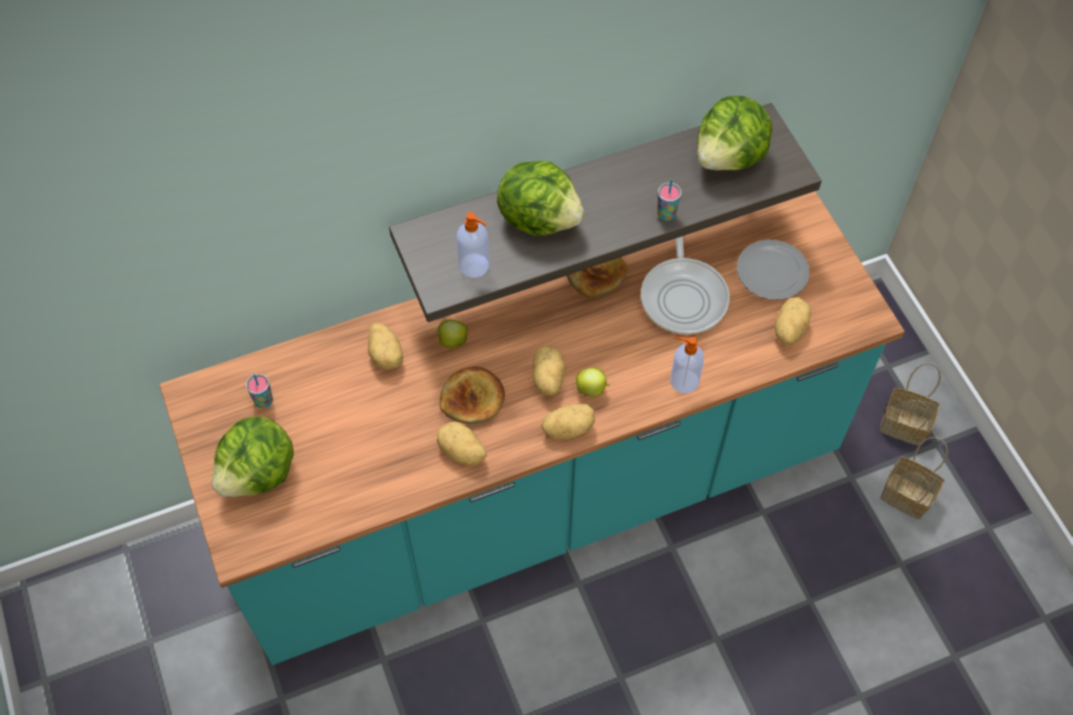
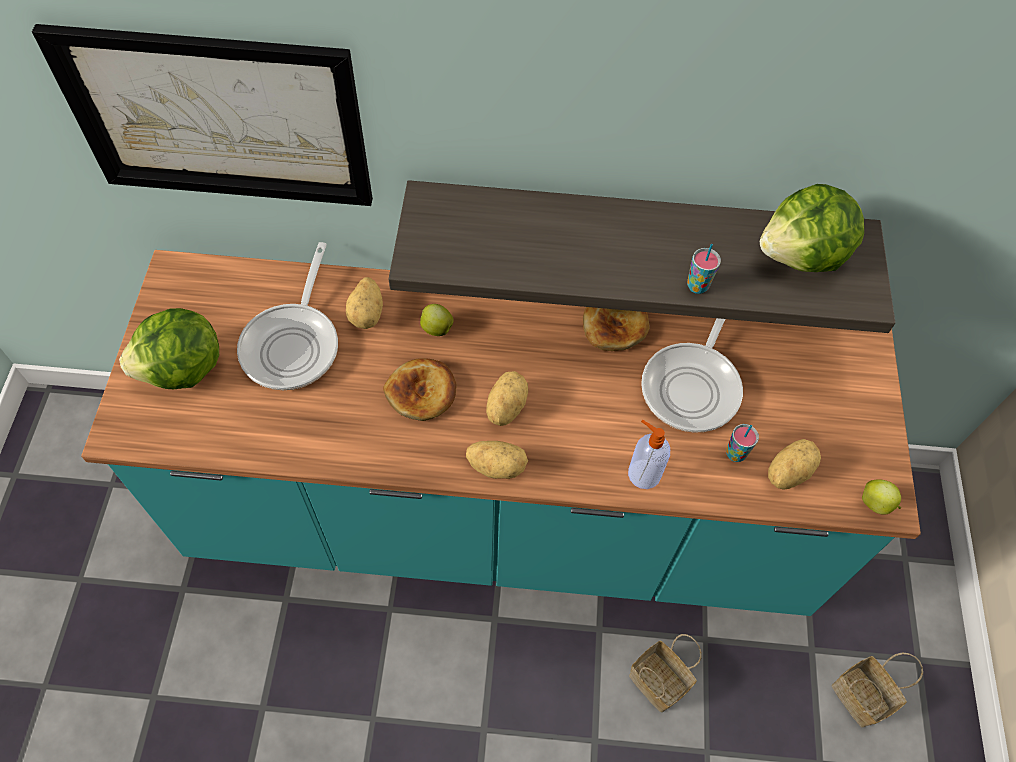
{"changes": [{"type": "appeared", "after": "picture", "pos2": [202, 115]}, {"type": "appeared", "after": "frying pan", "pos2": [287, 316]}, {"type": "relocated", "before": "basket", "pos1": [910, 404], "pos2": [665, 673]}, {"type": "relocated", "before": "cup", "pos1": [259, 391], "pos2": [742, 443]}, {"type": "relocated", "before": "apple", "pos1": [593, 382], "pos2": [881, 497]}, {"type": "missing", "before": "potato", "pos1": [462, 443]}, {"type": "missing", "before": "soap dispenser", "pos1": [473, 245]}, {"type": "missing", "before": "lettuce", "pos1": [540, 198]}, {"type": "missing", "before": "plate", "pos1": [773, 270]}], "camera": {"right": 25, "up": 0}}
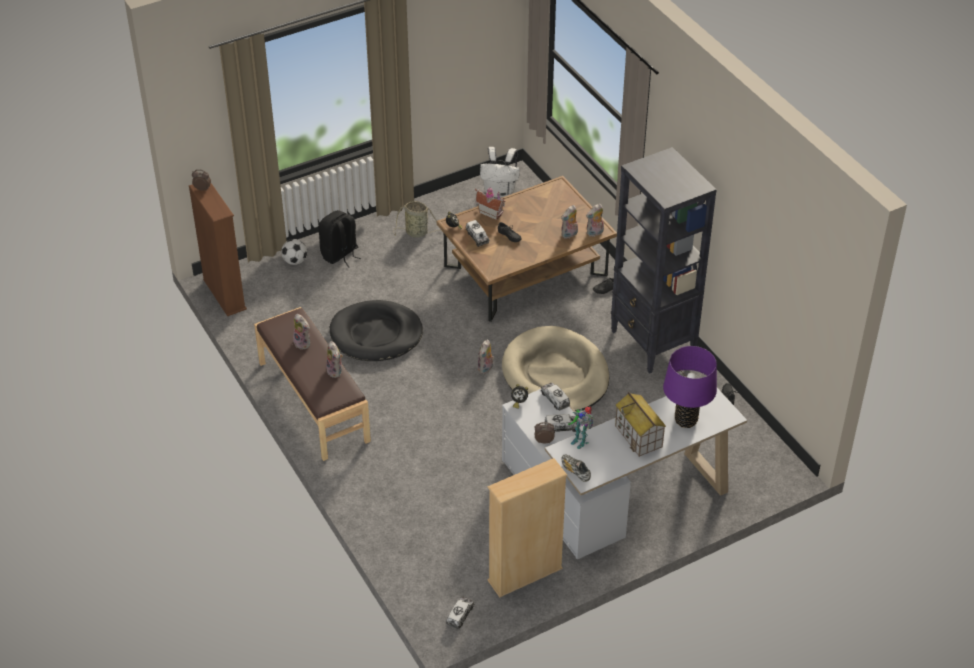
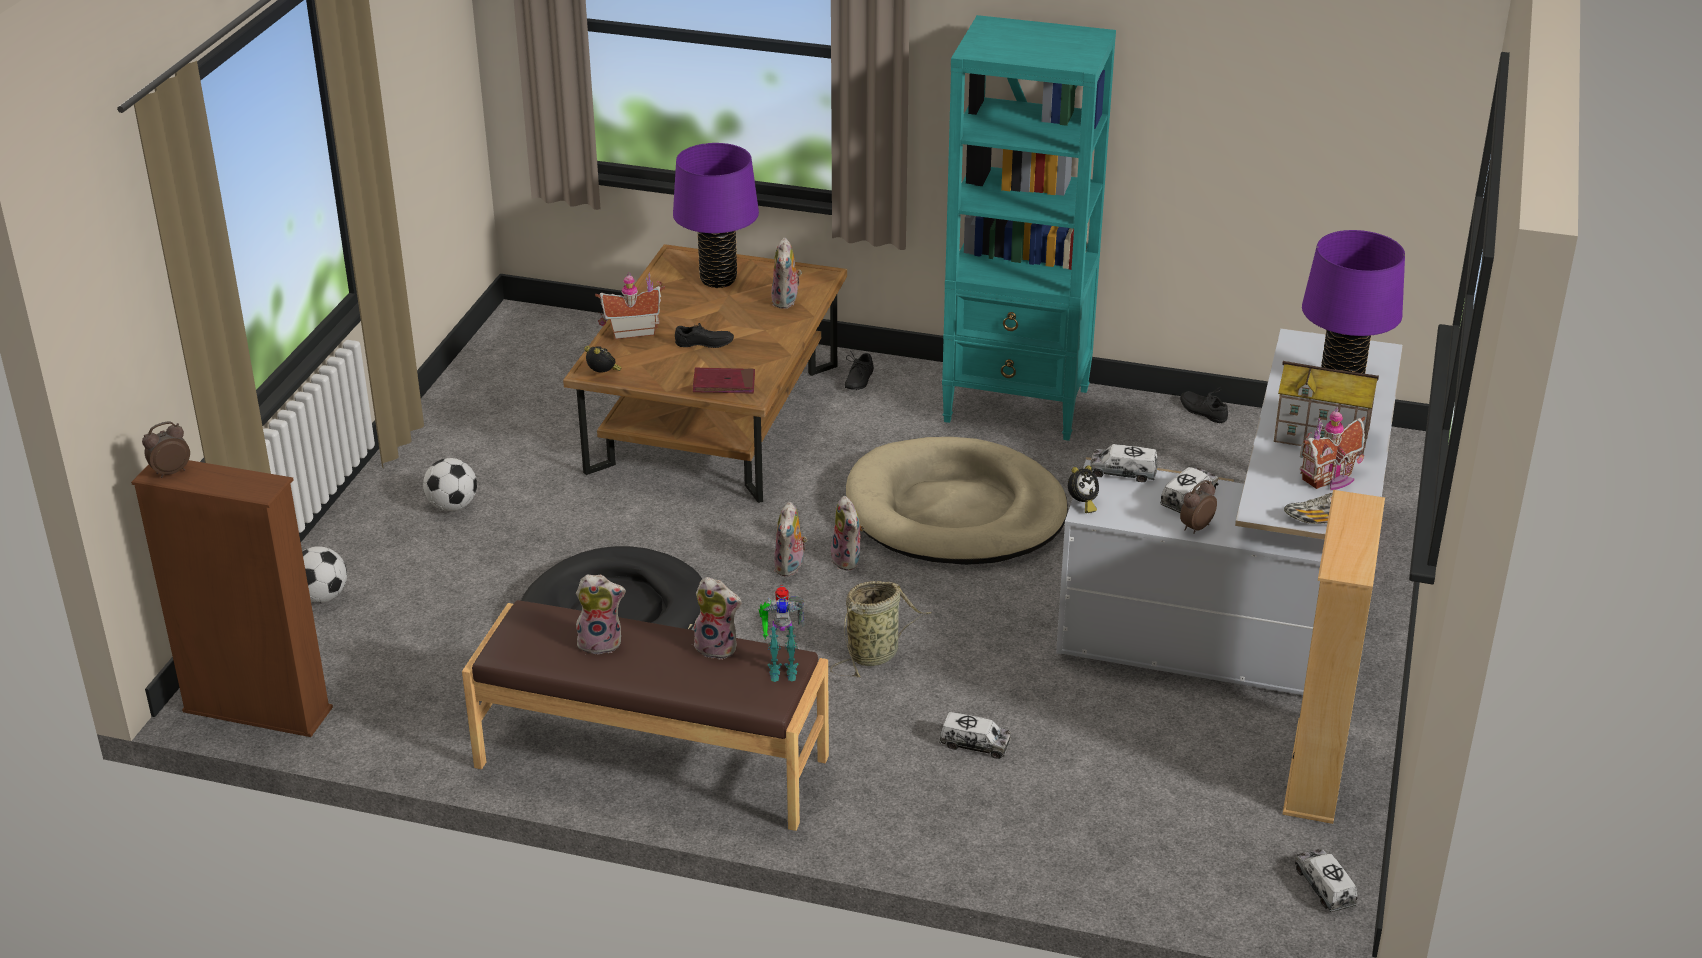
{"changes": [{"type": "appeared", "after": "football", "pos2": [450, 484]}, {"type": "appeared", "after": "purple table lamp", "pos2": [716, 215]}, {"type": "appeared", "after": "red book", "pos2": [724, 381]}, {"type": "relocated", "before": "toy robot", "pos1": [581, 427], "pos2": [781, 633]}, {"type": "relocated", "before": "plush toy", "pos1": [595, 220], "pos2": [790, 539]}, {"type": "relocated", "before": "basket", "pos1": [416, 219], "pos2": [881, 629]}, {"type": "relocated", "before": "toy truck", "pos1": [478, 233], "pos2": [975, 735]}, {"type": "colour", "before": "black bookcase", "after": "turquoise bookcase", "pos1": [664, 260], "pos2": [1029, 228]}, {"type": "appeared", "after": "toy house", "pos2": [1332, 448]}, {"type": "missing", "before": "black backpack", "pos1": [340, 239]}, {"type": "missing", "before": "white backpack", "pos1": [500, 172]}], "camera": {"right": -45, "up": -10}}
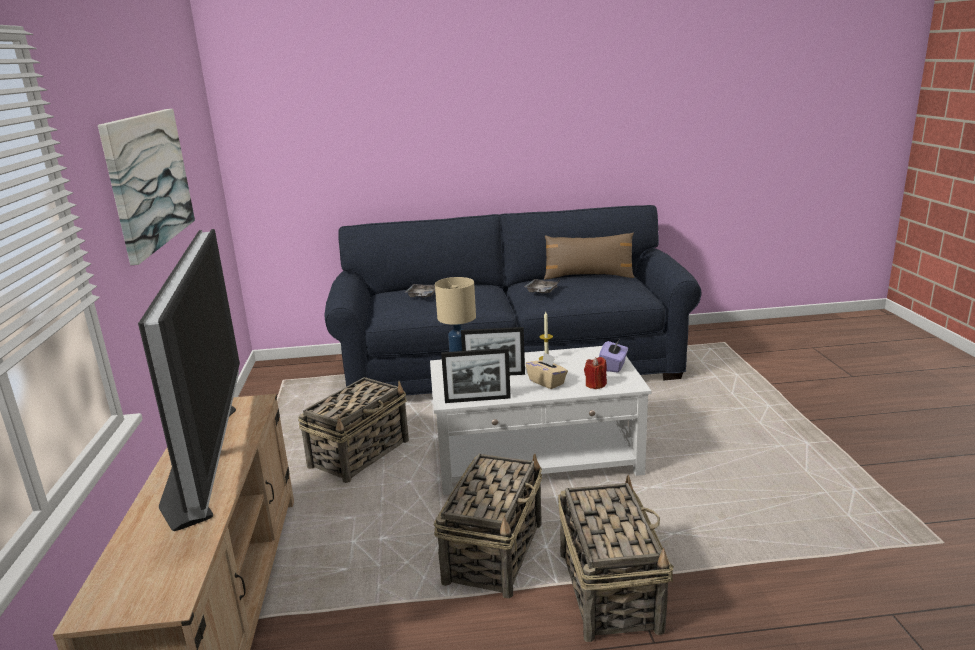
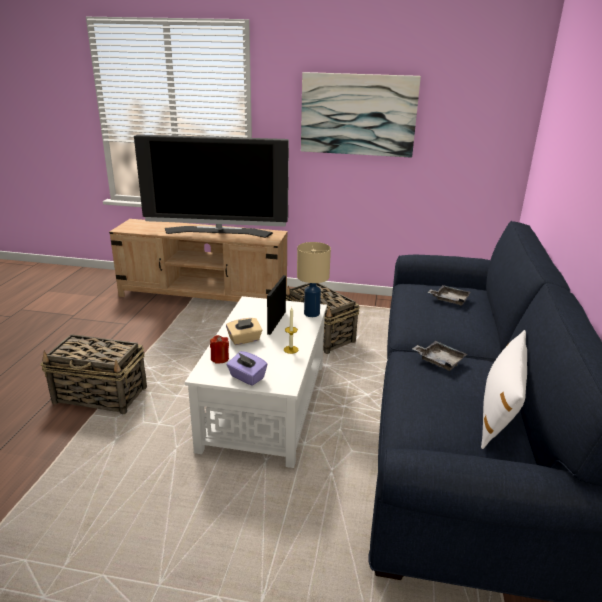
{"changes": [{"type": "colour", "before": "brown pillow", "after": "white pillow", "pos1": [589, 256], "pos2": [504, 389]}, {"type": "missing", "before": "basket", "pos1": [488, 526]}, {"type": "missing", "before": "picture frame", "pos1": [476, 375]}], "camera": {"right": 105, "up": 5}}
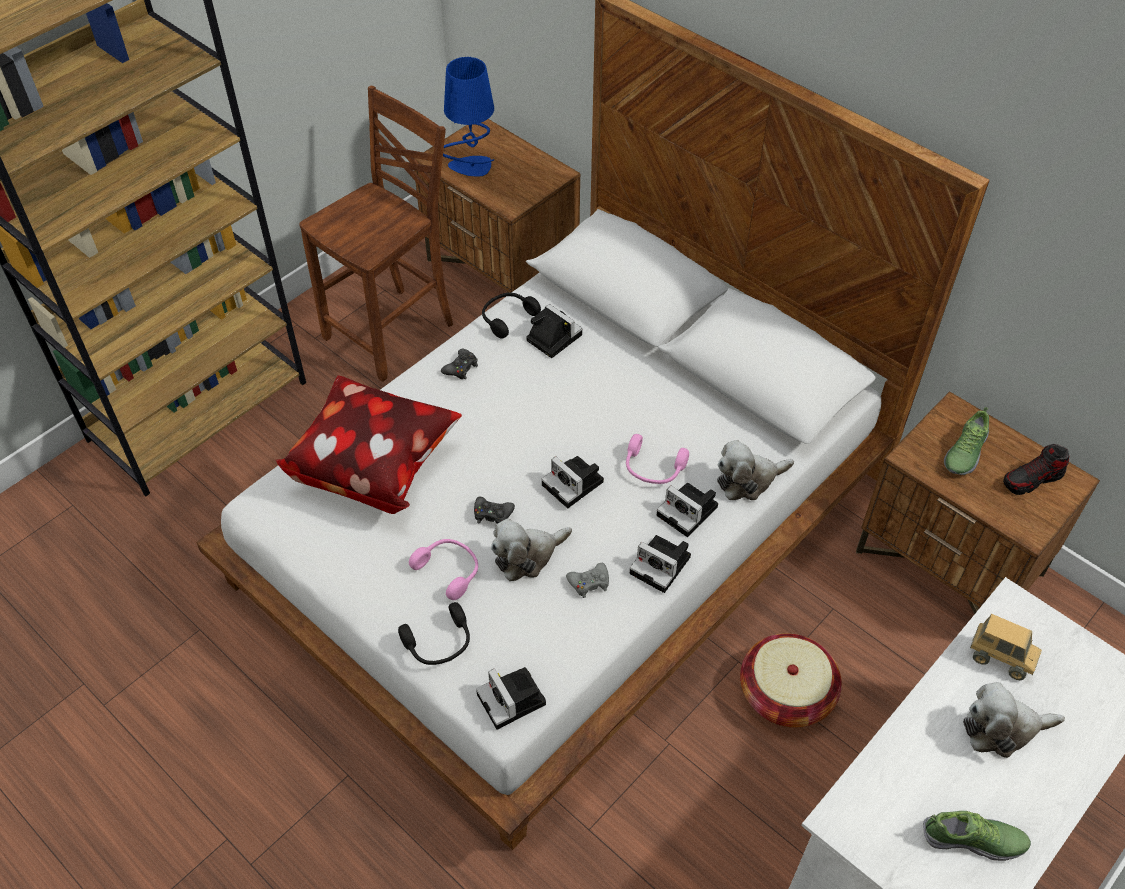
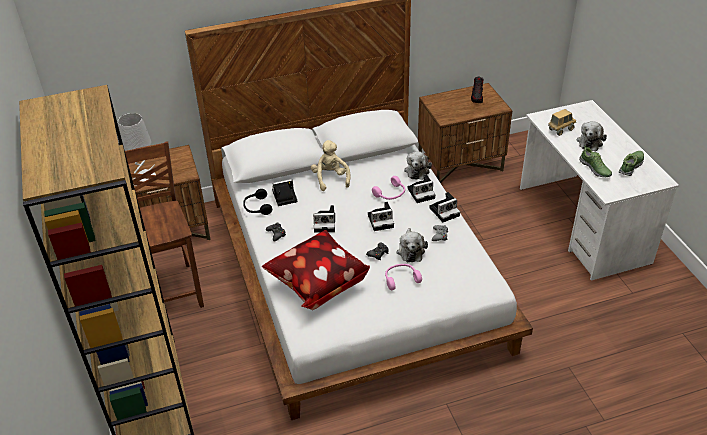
{"changes": [{"type": "colour", "before": "blue table lamp", "after": "grey table lamp", "pos1": [468, 117], "pos2": [136, 149]}, {"type": "appeared", "after": "beige plush toy", "pos2": [330, 165]}, {"type": "relocated", "before": "photo camera", "pos1": [511, 698], "pos2": [324, 219]}, {"type": "relocated", "before": "shoe", "pos1": [966, 441], "pos2": [595, 161]}, {"type": "missing", "before": "black headphones", "pos1": [434, 633]}, {"type": "missing", "before": "basket", "pos1": [791, 680]}], "camera": {"right": -60, "up": -10}}
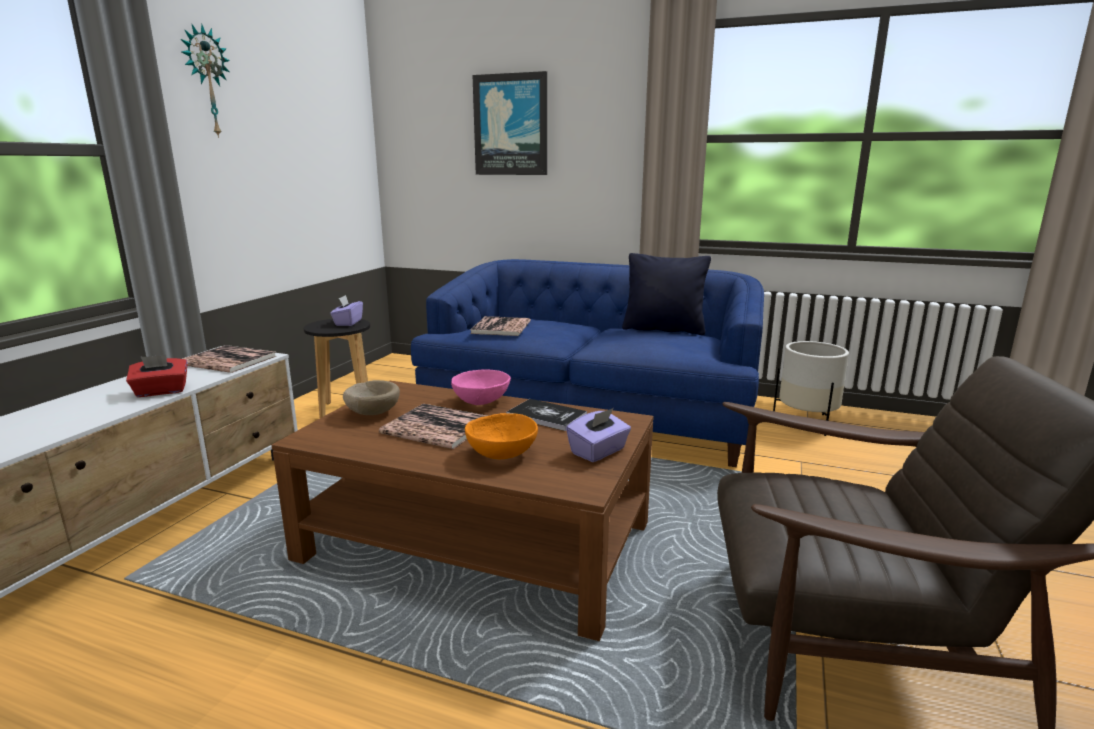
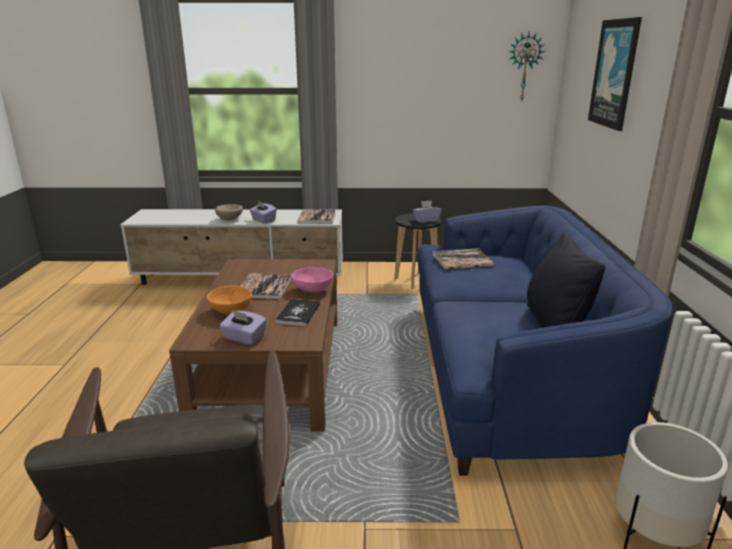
{"changes": [{"type": "relocated", "before": "beige bowl", "pos1": [371, 397], "pos2": [229, 212]}, {"type": "colour", "before": "red tissue box", "after": "purple tissue box", "pos1": [157, 376], "pos2": [263, 212]}, {"type": "relocated", "before": "wall clock", "pos1": [205, 80], "pos2": [527, 65]}], "camera": {"right": 70, "up": 5}}
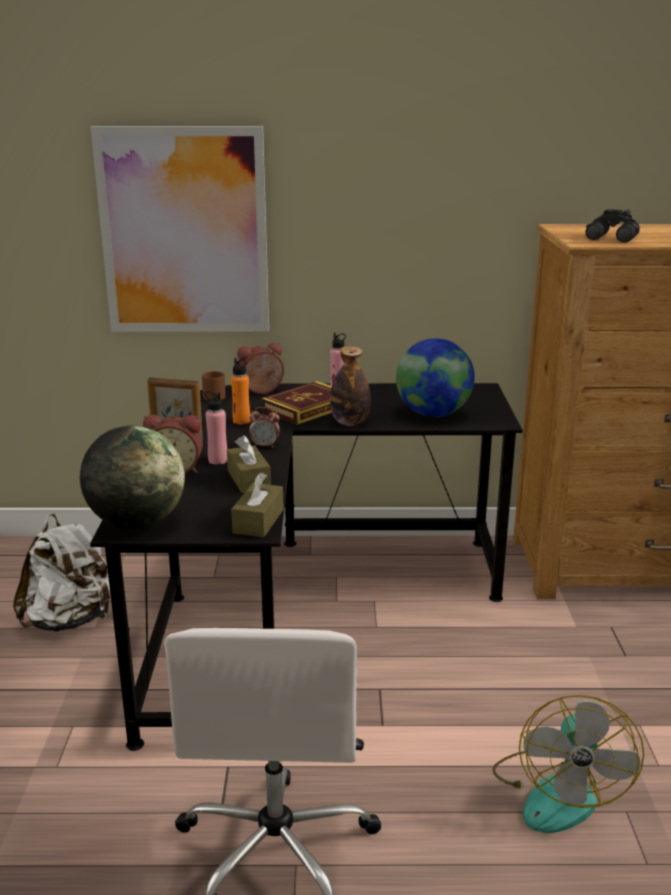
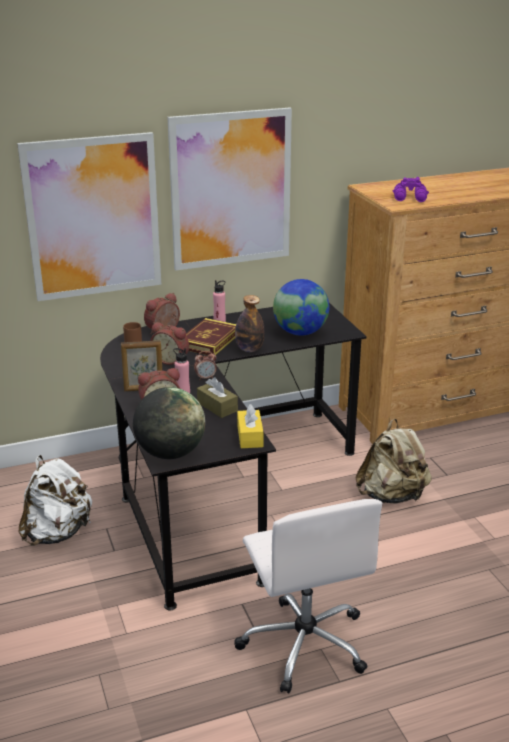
{"changes": [{"type": "exchanged", "before": "orange bottle", "after": "alarm clock", "pos1": [240, 391], "pos2": [169, 343]}, {"type": "appeared", "after": "picture", "pos2": [229, 189]}, {"type": "colour", "before": "brown tissue box", "after": "yellow tissue box", "pos1": [257, 505], "pos2": [250, 426]}, {"type": "appeared", "after": "beige backpack", "pos2": [393, 461]}, {"type": "colour", "before": "black binoculars", "after": "purple binoculars", "pos1": [613, 226], "pos2": [411, 189]}, {"type": "missing", "before": "fan", "pos1": [568, 764]}], "camera": {"right": -20, "up": 5}}
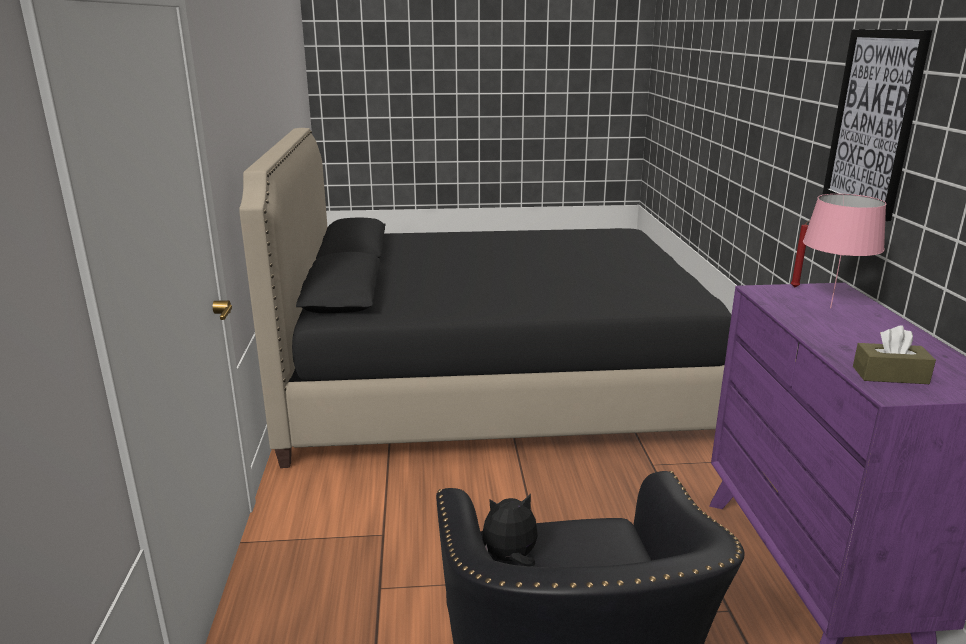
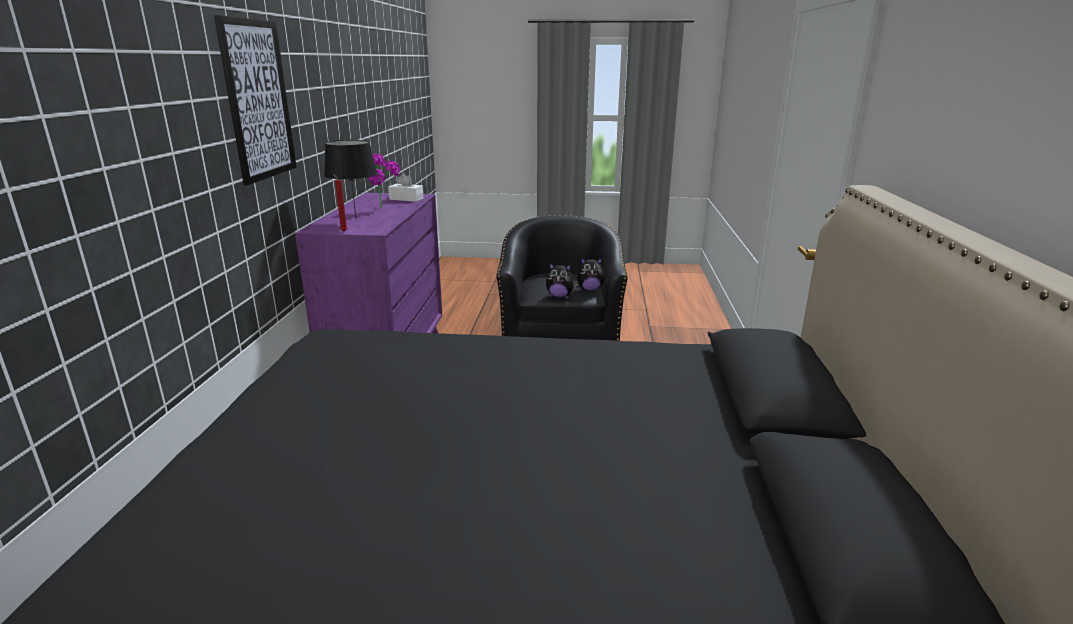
{"changes": [{"type": "colour", "before": "pink table lamp", "after": "black table lamp", "pos1": [845, 251], "pos2": [350, 179]}, {"type": "appeared", "after": "potted plant", "pos2": [384, 181]}, {"type": "colour", "before": "brown tissue box", "after": "white tissue box", "pos1": [894, 354], "pos2": [406, 187]}, {"type": "appeared", "after": "plush toy", "pos2": [561, 280]}], "camera": {"right": -170, "up": 0}}
